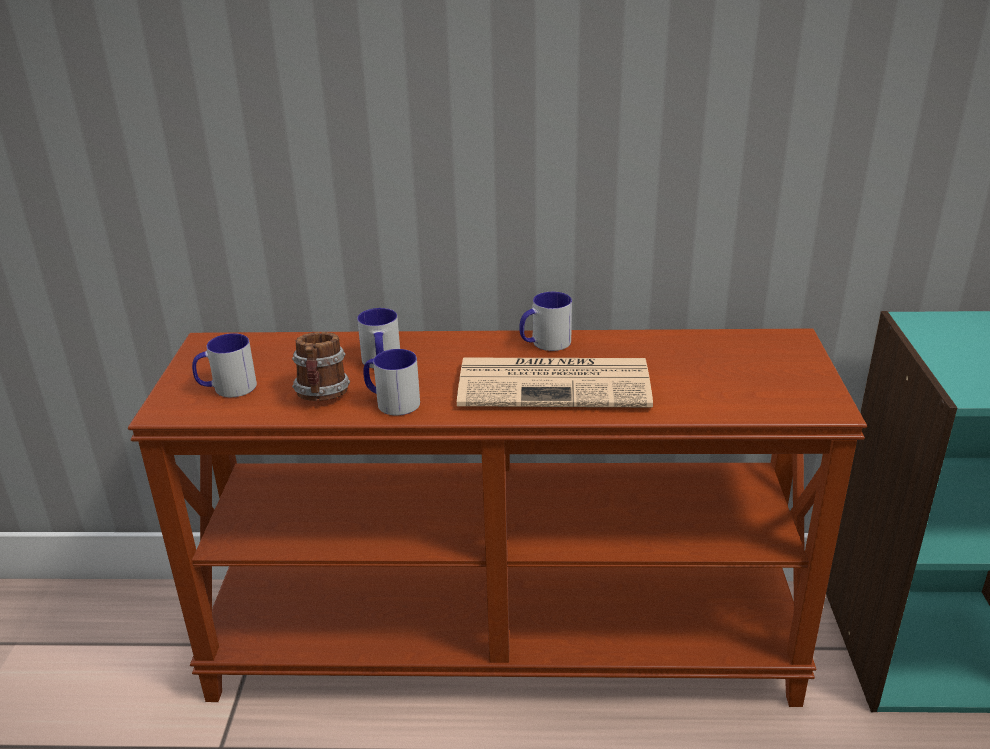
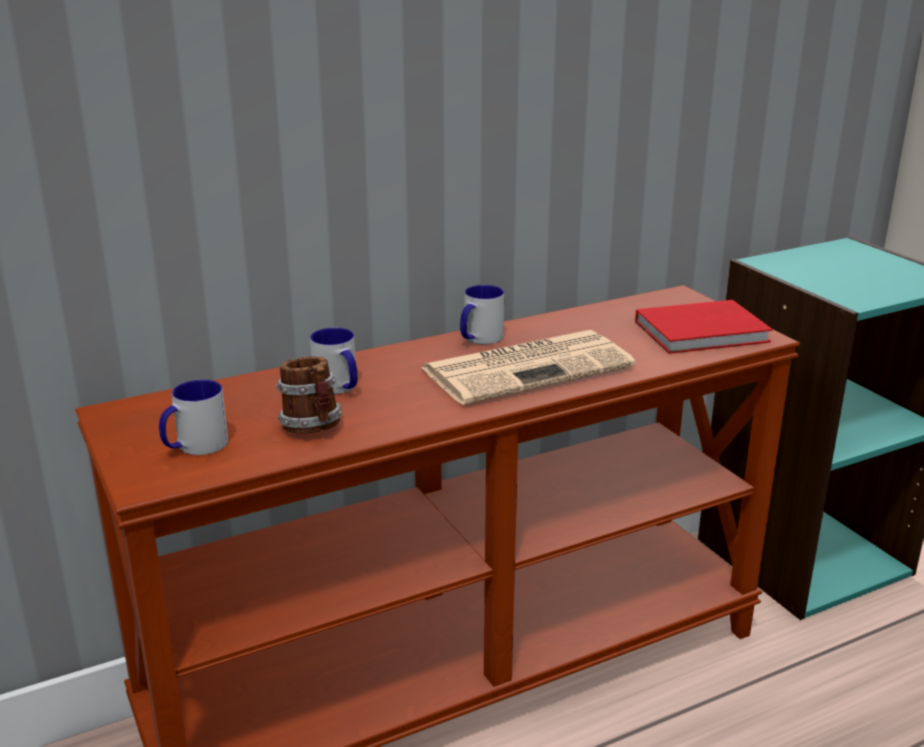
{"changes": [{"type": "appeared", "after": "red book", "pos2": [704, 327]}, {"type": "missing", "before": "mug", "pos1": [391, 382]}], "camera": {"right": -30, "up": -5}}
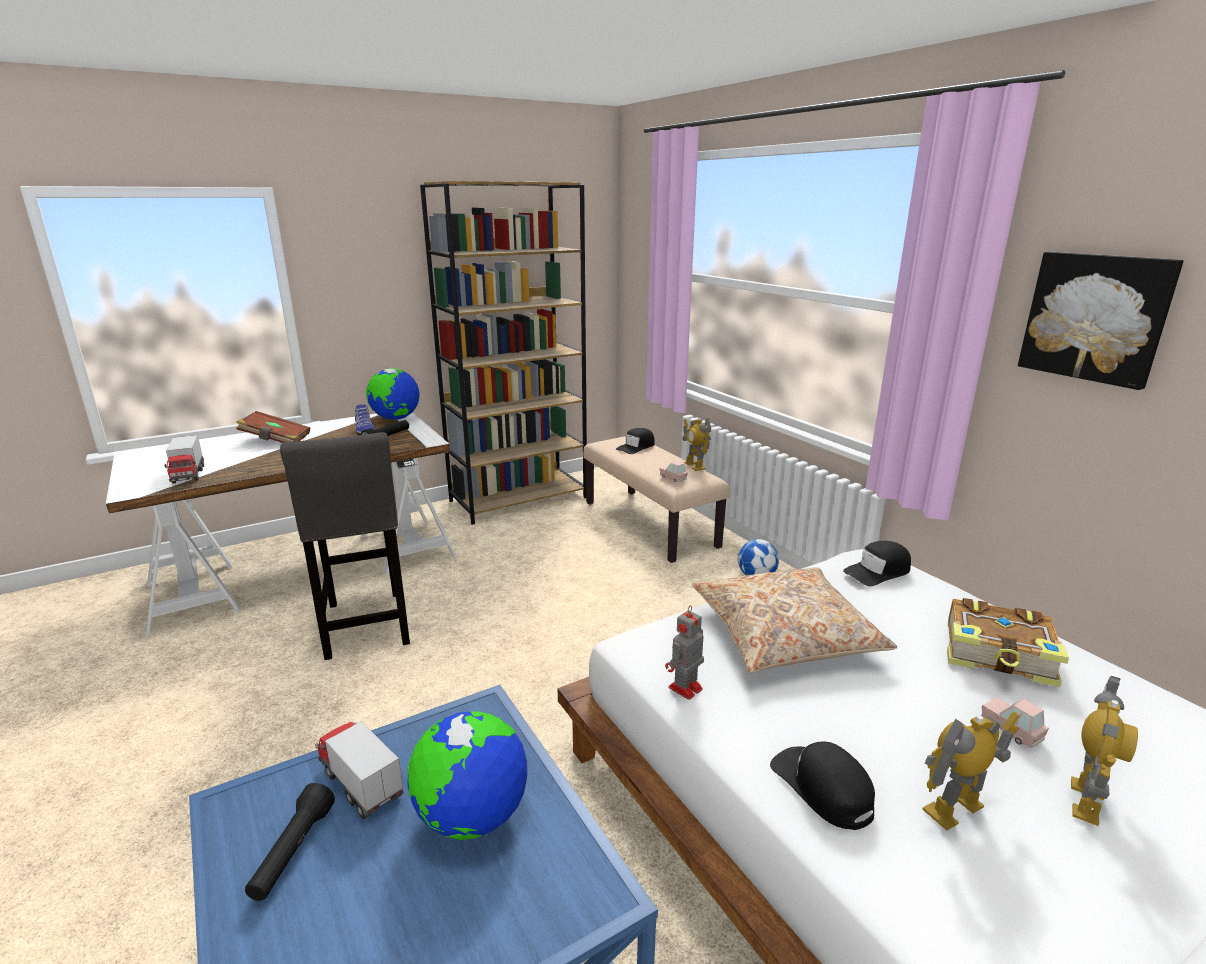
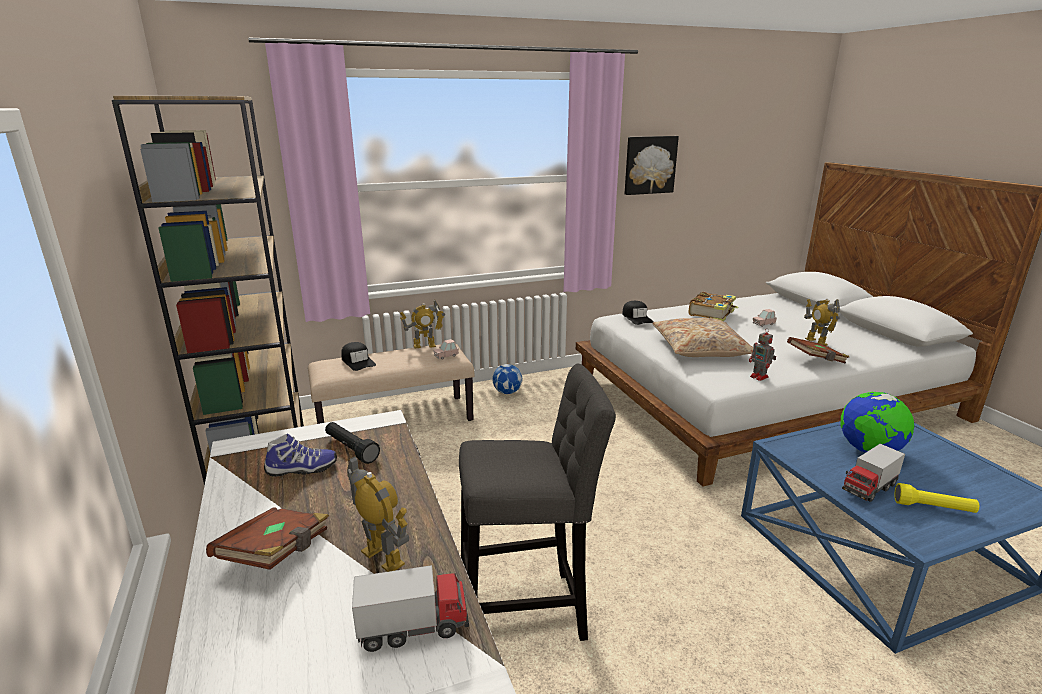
{"changes": [{"type": "relocated", "before": "toy robot", "pos1": [1104, 751], "pos2": [378, 514]}, {"type": "exchanged", "before": "black cap", "after": "brown book", "pos1": [822, 785], "pos2": [818, 350]}, {"type": "colour", "before": "black flashlight", "after": "yellow flashlight", "pos1": [290, 842], "pos2": [936, 498]}, {"type": "missing", "before": "globe", "pos1": [393, 394]}], "camera": {"right": -80, "up": 0}}
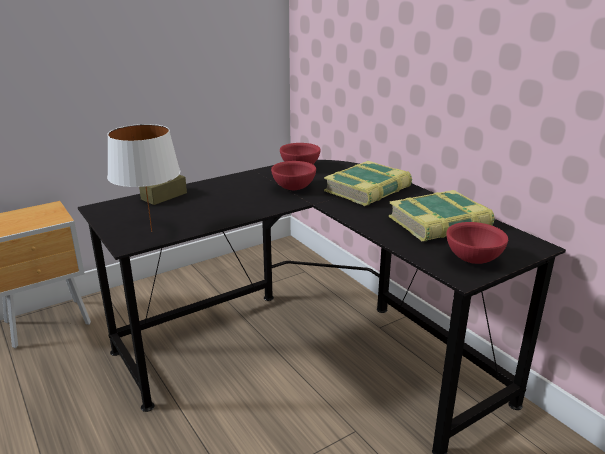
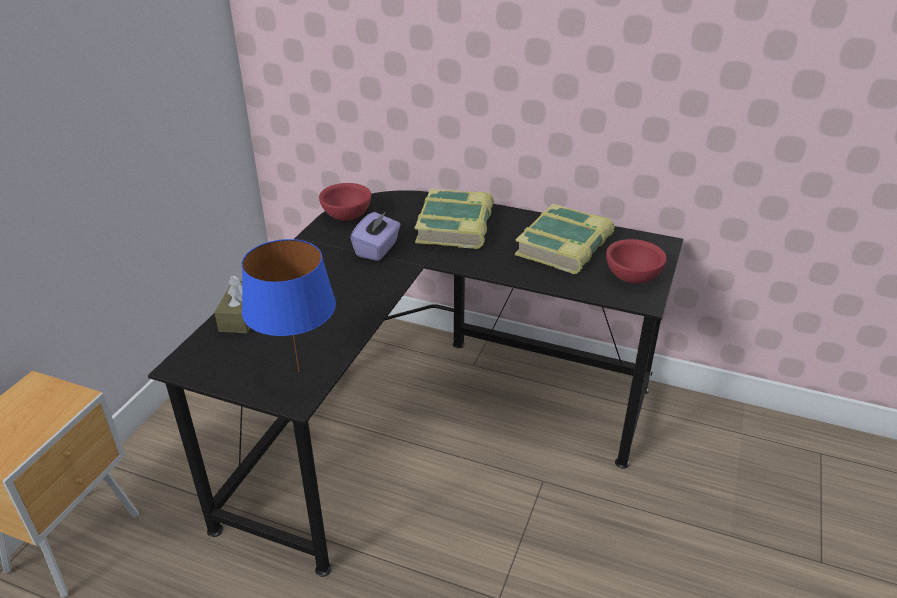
{"changes": [{"type": "colour", "before": "white table lamp", "after": "blue table lamp", "pos1": [143, 178], "pos2": [289, 305]}, {"type": "exchanged", "before": "red bowl", "after": "purple tissue box", "pos1": [293, 175], "pos2": [375, 236]}], "camera": {"right": -35, "up": 10}}
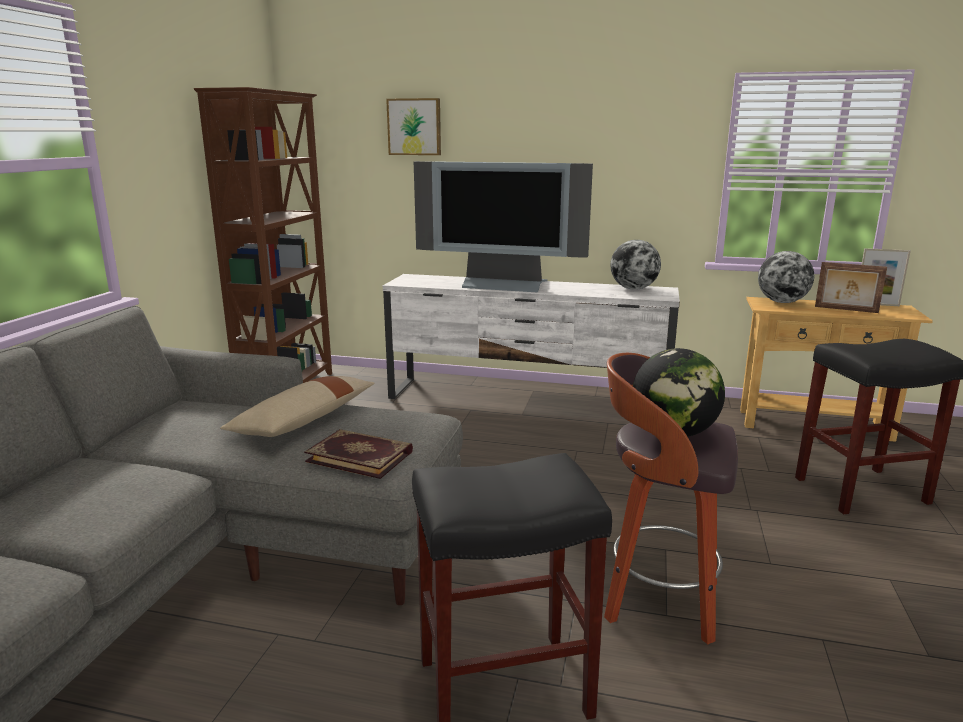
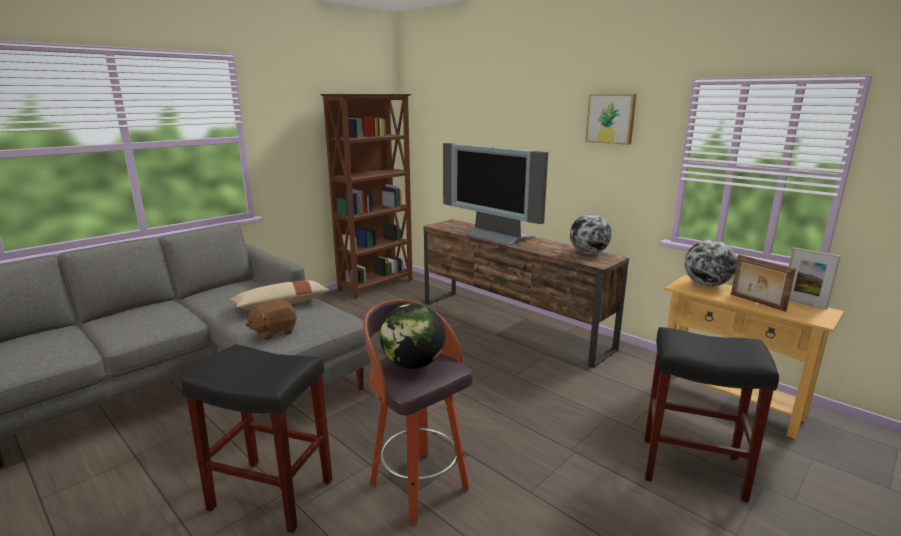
{"changes": [{"type": "exchanged", "before": "book", "after": "brown plush toy", "pos1": [358, 454], "pos2": [271, 319]}, {"type": "colour", "before": "white tv stand", "after": "brown tv stand", "pos1": [531, 336], "pos2": [526, 293]}, {"type": "relocated", "before": "picture", "pos1": [413, 126], "pos2": [610, 119]}], "camera": {"right": 30, "up": 0}}
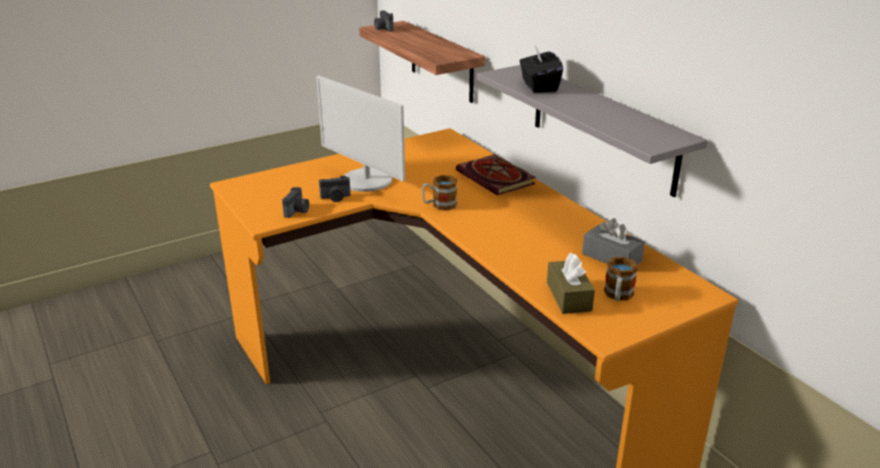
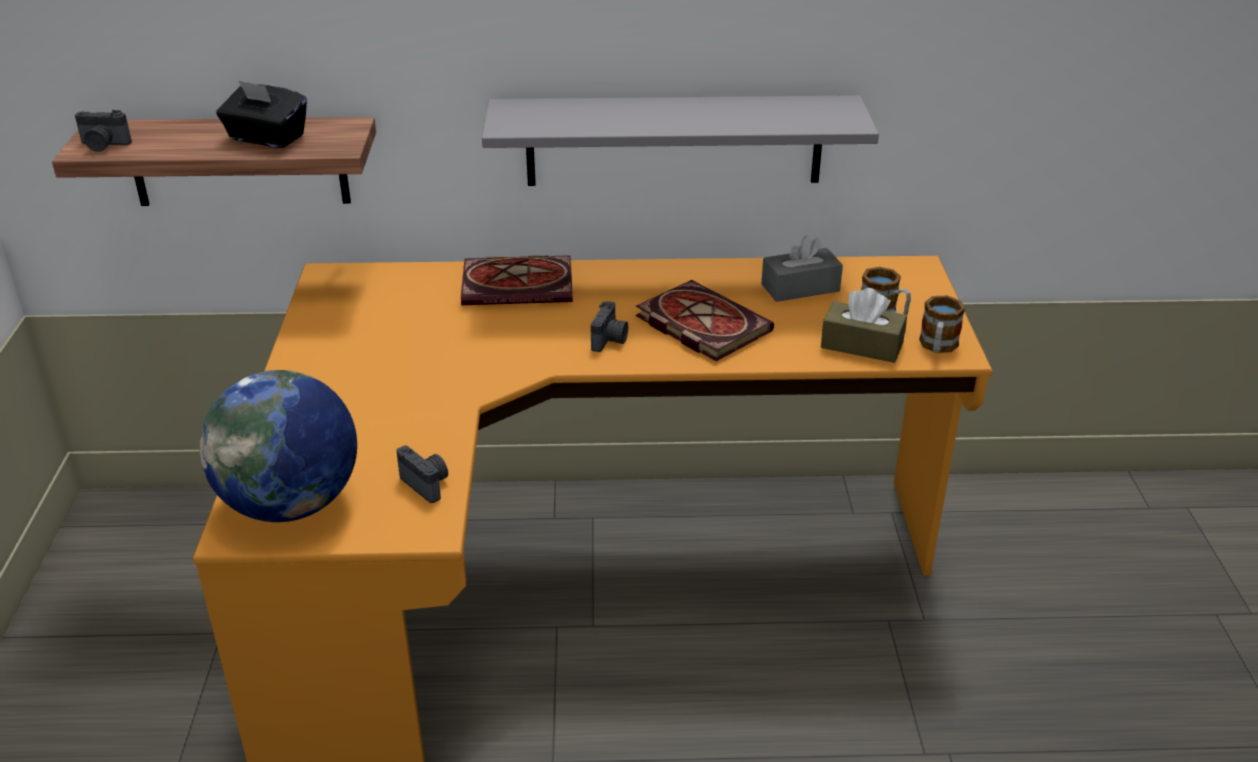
{"changes": [{"type": "appeared", "after": "globe", "pos2": [278, 446]}, {"type": "relocated", "before": "black tissue box", "pos1": [541, 69], "pos2": [261, 114]}, {"type": "relocated", "before": "photo camera", "pos1": [335, 189], "pos2": [609, 326]}, {"type": "appeared", "after": "book", "pos2": [705, 320]}, {"type": "relocated", "before": "mug", "pos1": [439, 193], "pos2": [942, 324]}, {"type": "missing", "before": "monitor", "pos1": [360, 133]}], "camera": {"right": -60, "up": 5}}
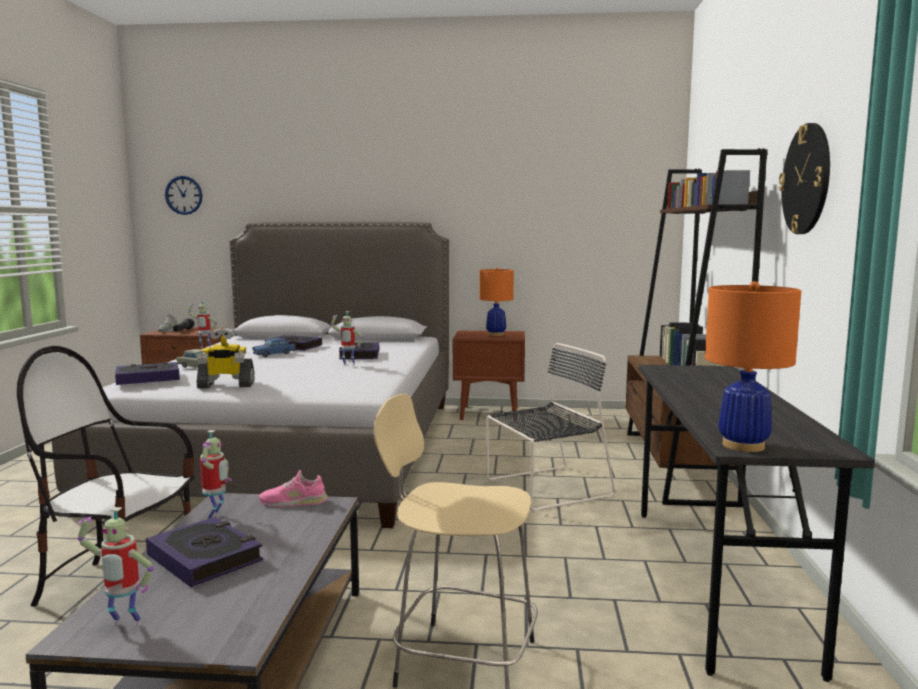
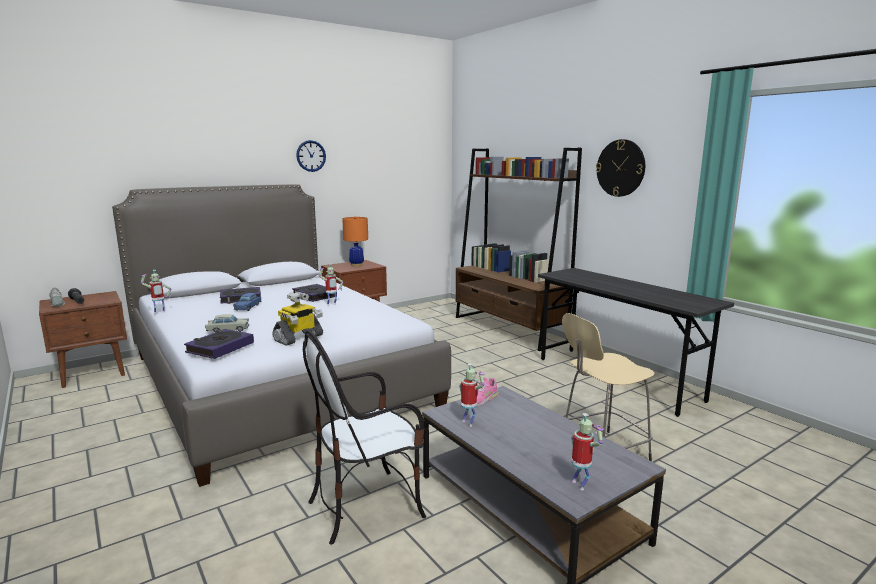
{"changes": [{"type": "relocated", "before": "wall clock", "pos1": [183, 195], "pos2": [311, 156]}, {"type": "spun", "before": "toy robot", "pos1": [116, 566], "pos2": [587, 452], "turn": -75}, {"type": "missing", "before": "book", "pos1": [204, 552]}, {"type": "missing", "before": "black chair", "pos1": [550, 427]}, {"type": "missing", "before": "orange table lamp", "pos1": [753, 366]}], "camera": {"right": -40, "up": 5}}
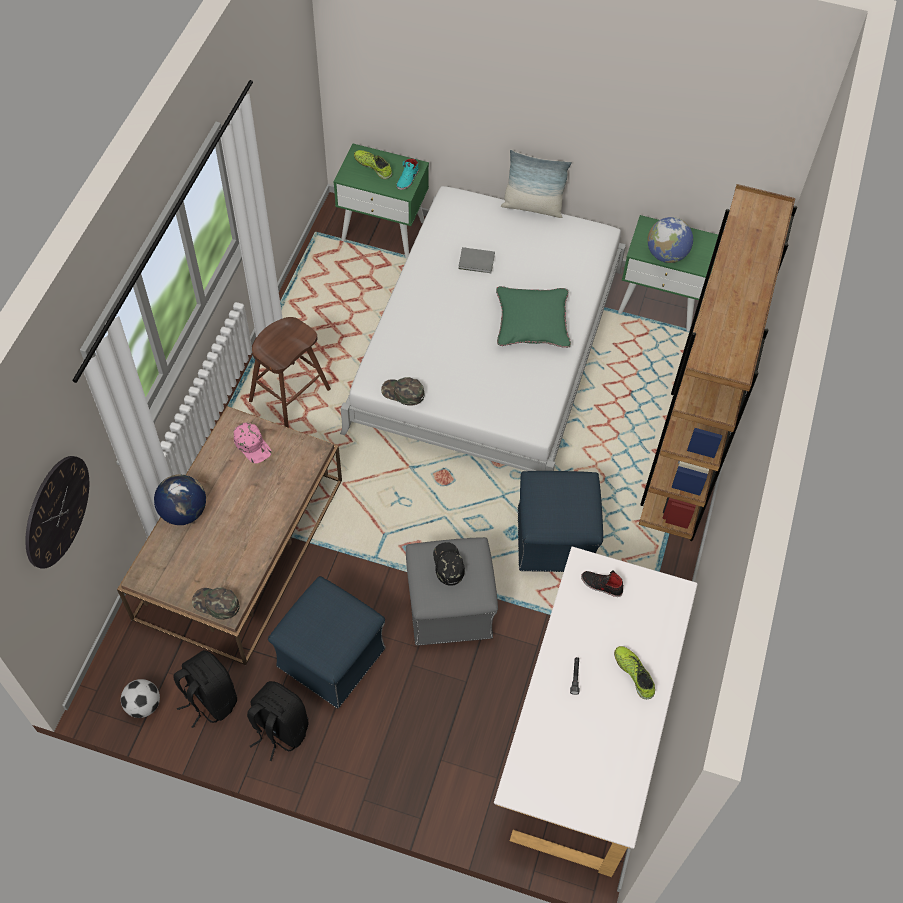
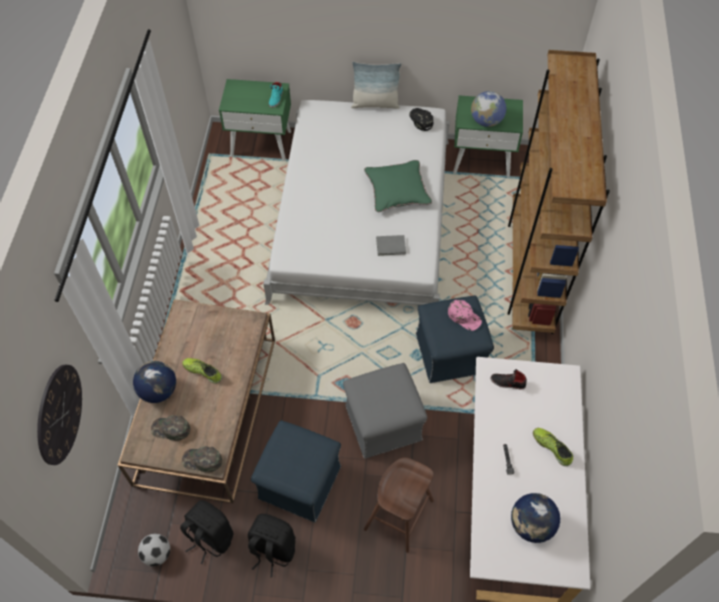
{"changes": [{"type": "relocated", "before": "green cap", "pos1": [402, 391], "pos2": [170, 428]}, {"type": "relocated", "before": "shoe", "pos1": [373, 164], "pos2": [202, 371]}, {"type": "relocated", "before": "brown stool", "pos1": [290, 372], "pos2": [399, 505]}, {"type": "relocated", "before": "grey book", "pos1": [476, 260], "pos2": [391, 245]}, {"type": "relocated", "before": "black cap", "pos1": [449, 564], "pos2": [421, 119]}, {"type": "relocated", "before": "pink cap", "pos1": [252, 443], "pos2": [465, 315]}, {"type": "appeared", "after": "globe", "pos2": [535, 518]}], "camera": {"right": -10, "up": 0}}
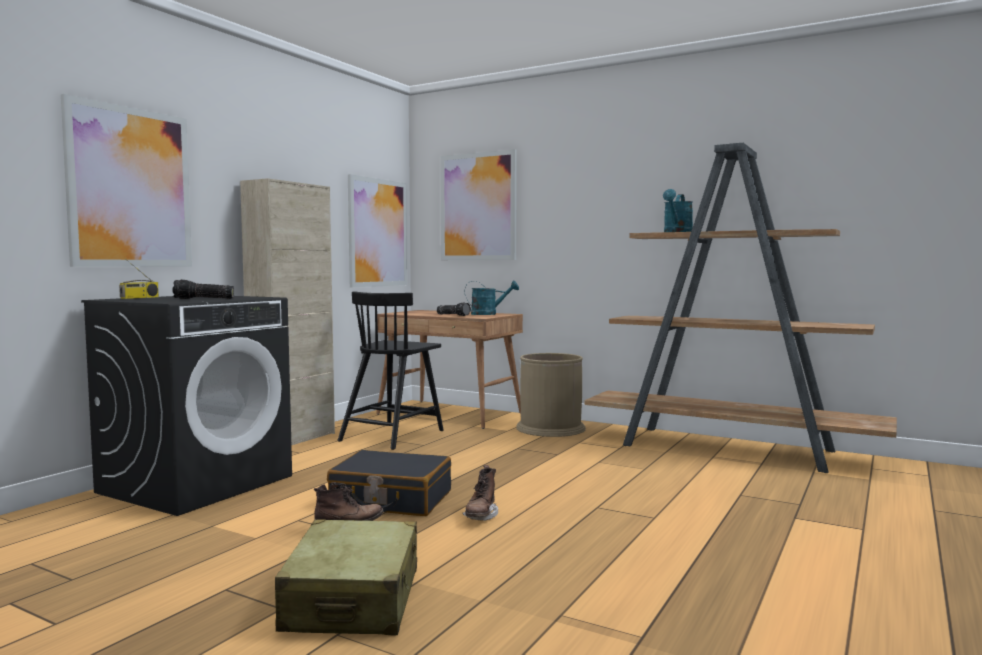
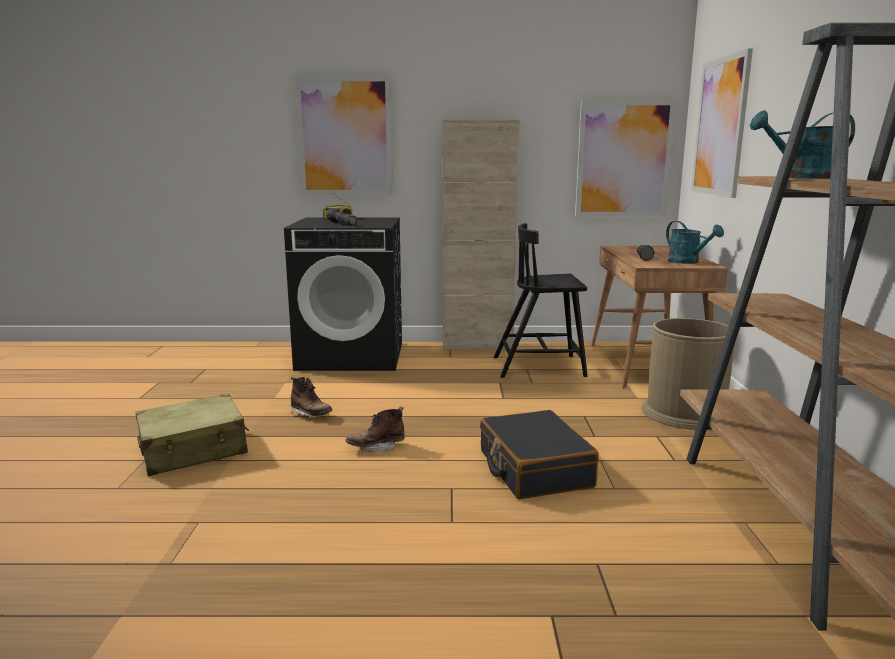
{"changes": [{"type": "relocated", "before": "black suitcase", "pos1": [389, 483], "pos2": [539, 454]}], "camera": {"right": 60, "up": 10}}
